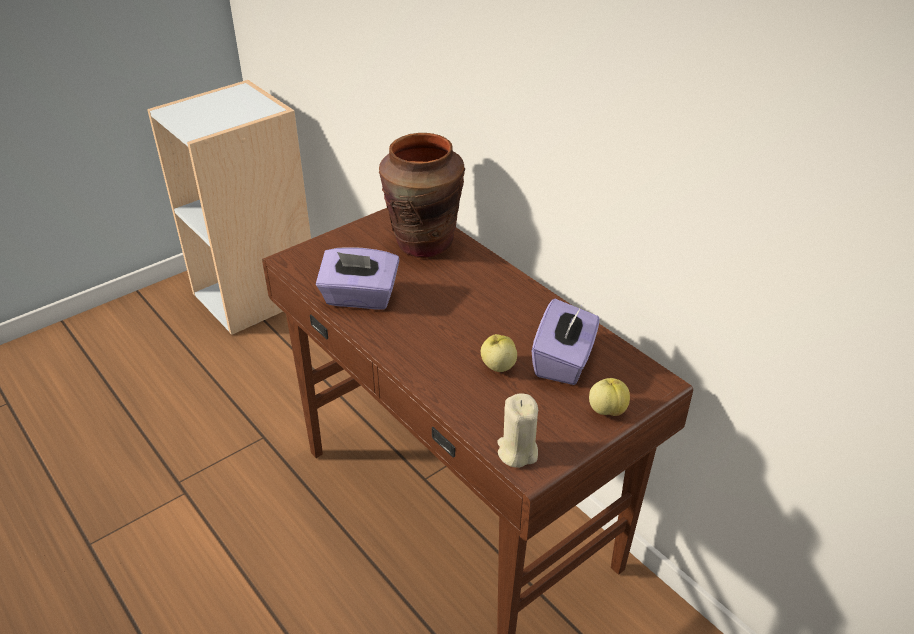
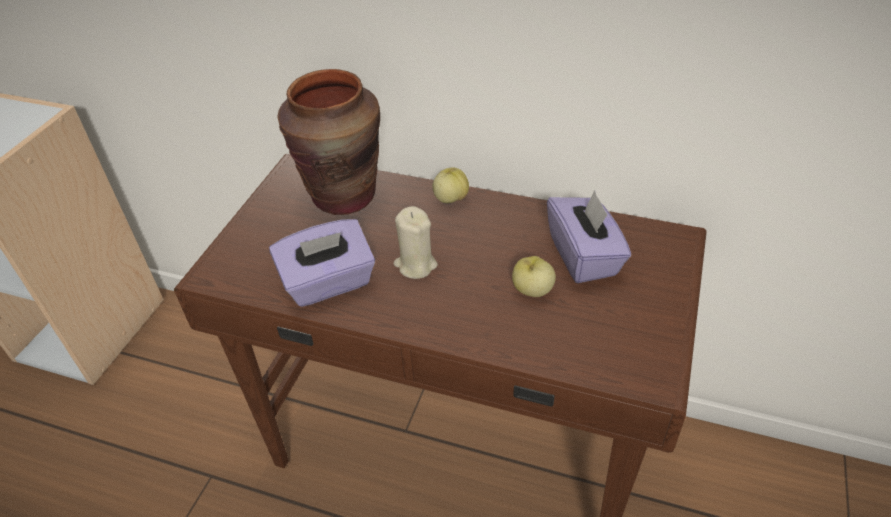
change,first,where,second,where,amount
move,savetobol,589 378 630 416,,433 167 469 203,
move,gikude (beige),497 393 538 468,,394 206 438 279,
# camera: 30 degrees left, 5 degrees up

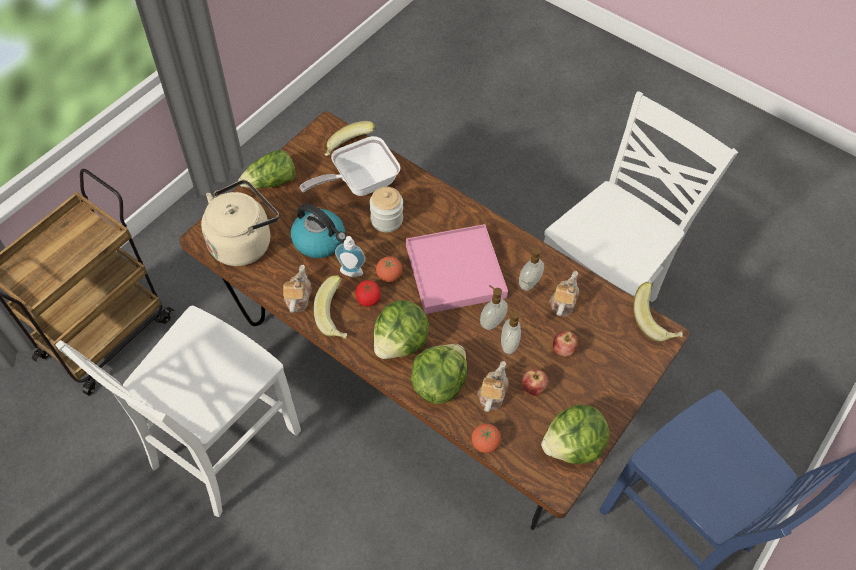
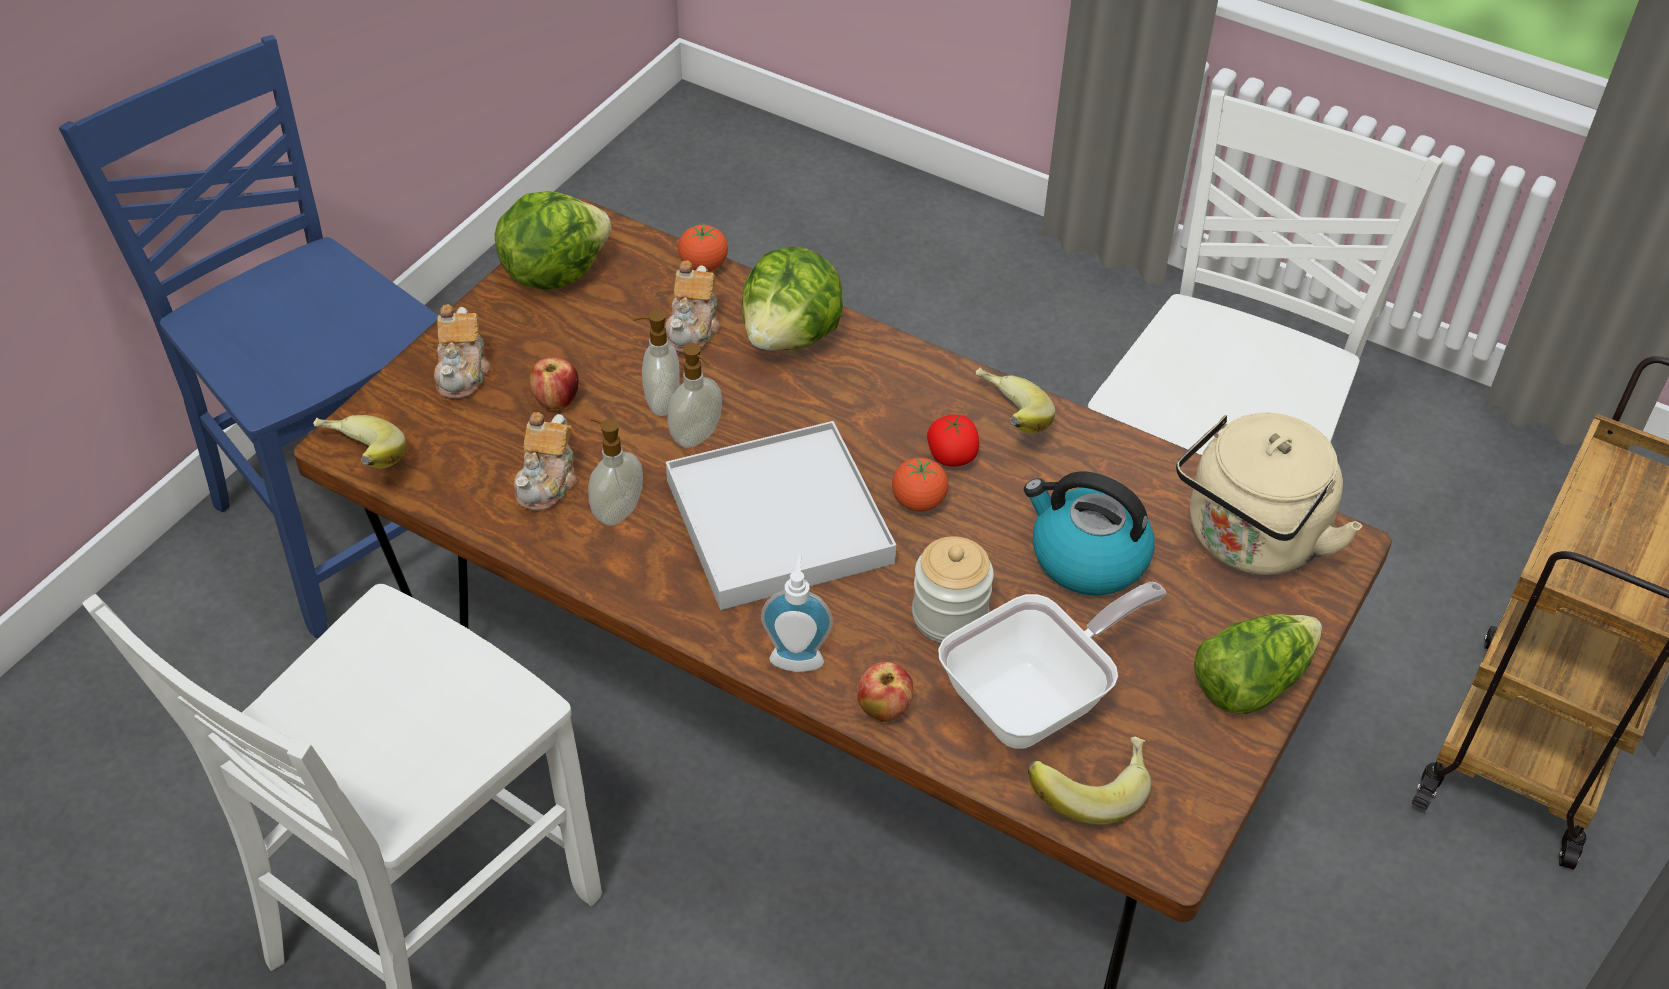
change,first,where,second,where,amount
recolor,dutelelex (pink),406 224 508 314,dutelelex (white),666 421 896 610,
move,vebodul,335 236 366 277,,761 555 833 672,
move,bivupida,283 265 312 313,,434 304 490 399,
delete,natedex,373 300 429 359,,,
move,savetobol,522 369 548 396,,857 662 913 722,
# camera: 175 degrees right, 10 degrees down

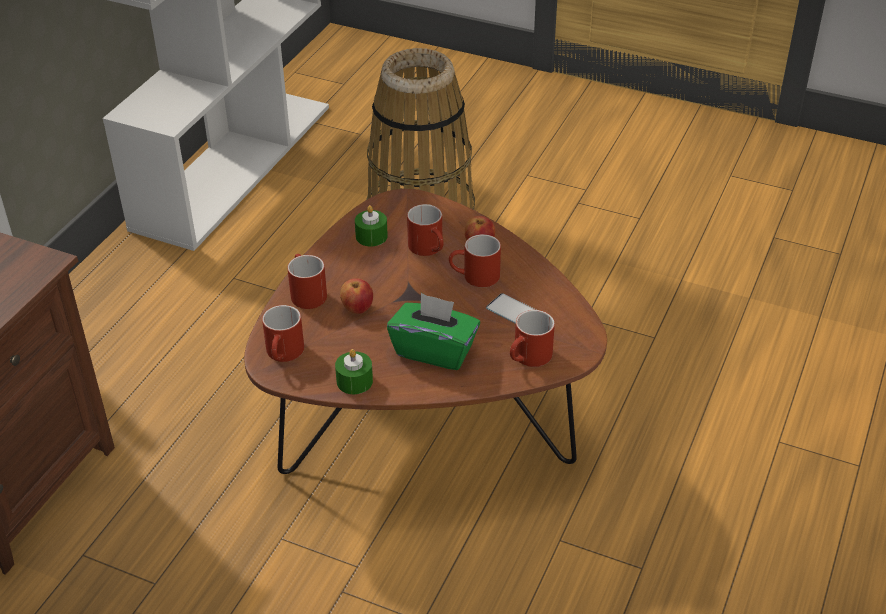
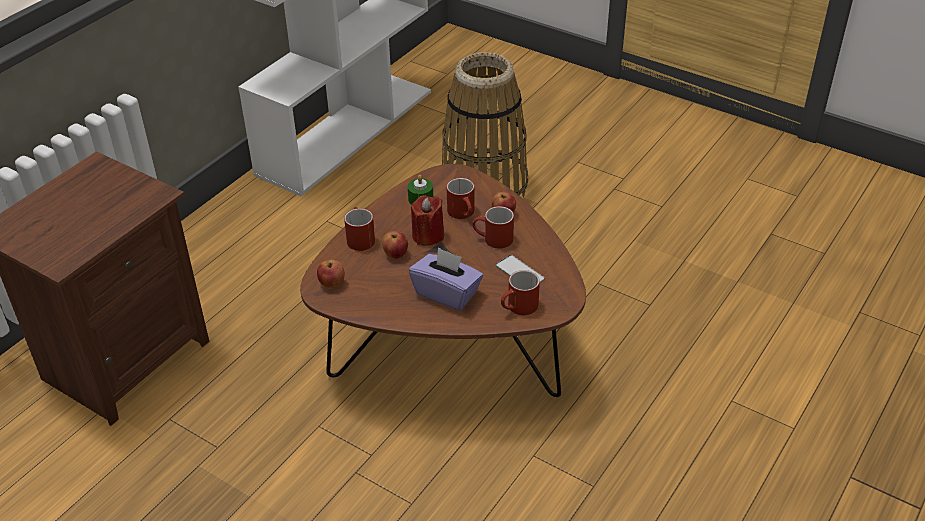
change,first,where,second,where,amount
recolor,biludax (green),387 293 480 370,biludax (purple),409 247 483 311,
replace,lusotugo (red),262 305 304 362,savetobol,317 260 345 288,
delete,gikude (green),335 349 373 394,,,
insert,,,gikude (red),411 195 444 246,
# camera: 10 degrees right, 0 degrees up

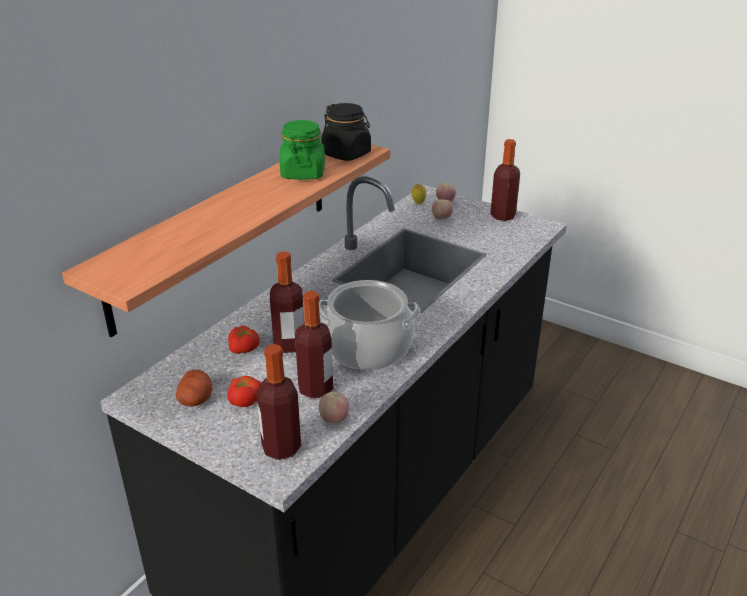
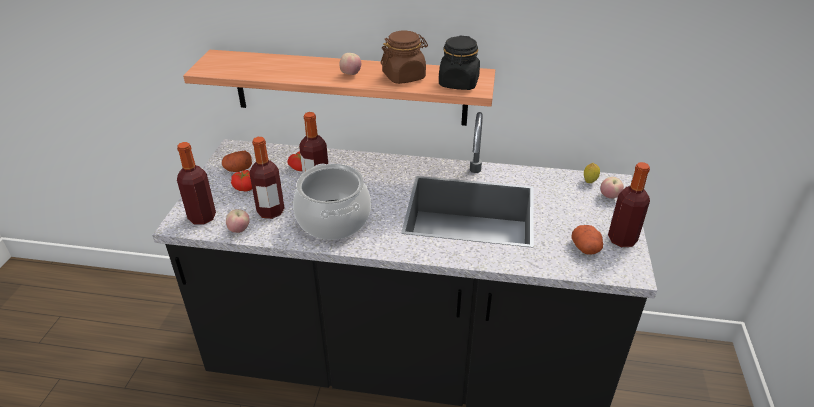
change,first,where,second,where,amount
recolor,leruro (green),280 120 325 180,leruro (brown),381 31 428 84,
move,savetobol,432 199 453 220,,339 53 361 75,
insert,,,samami,571 225 603 255,
# camera: 65 degrees right, 5 degrees up

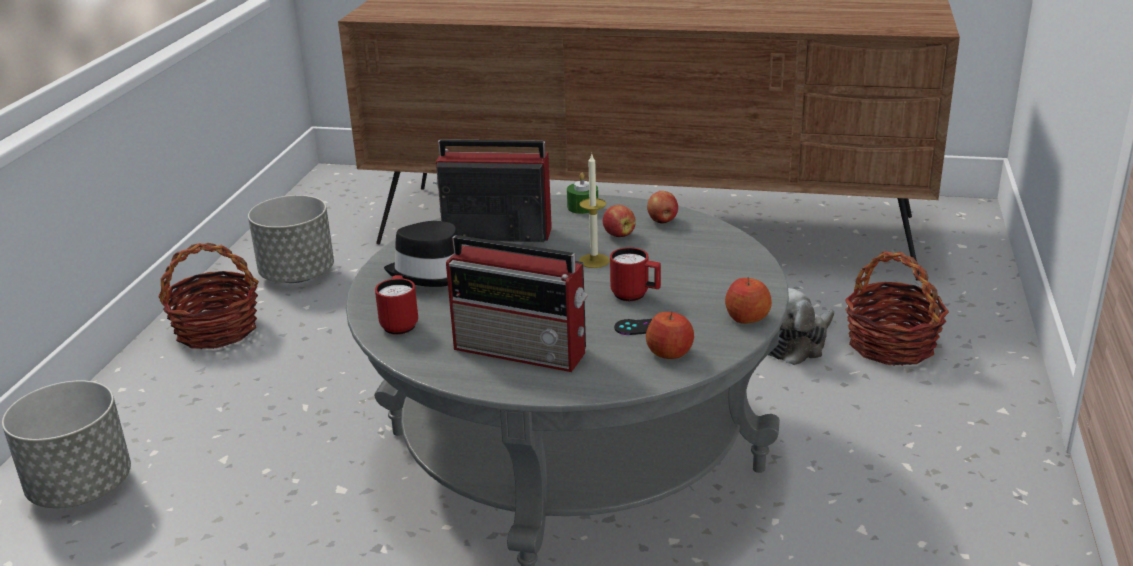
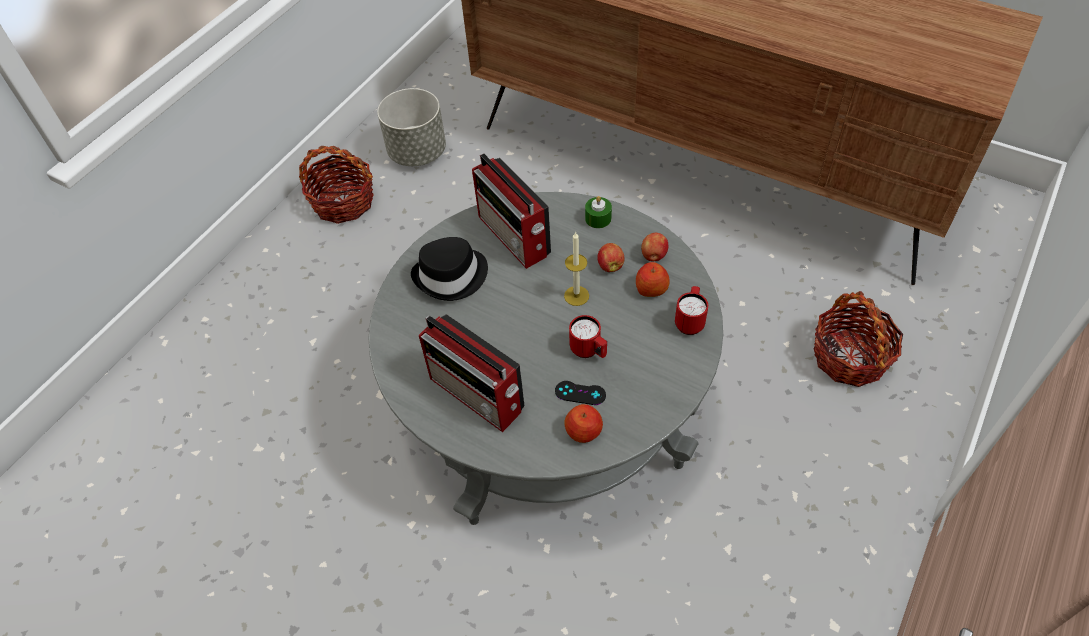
change,first,where,second,where,amount
rotate,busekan,433 139 552 243,,472 153 551 269,150 degrees counterclockwise
move,lusotugo (red),375 275 418 335,,675 286 708 335,
move,savetobol,725 277 772 324,,636 262 670 297,
delete,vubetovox,768 288 834 365,,,
delete,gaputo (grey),2 380 131 508,,,
# camera: 20 degrees right, 25 degrees up

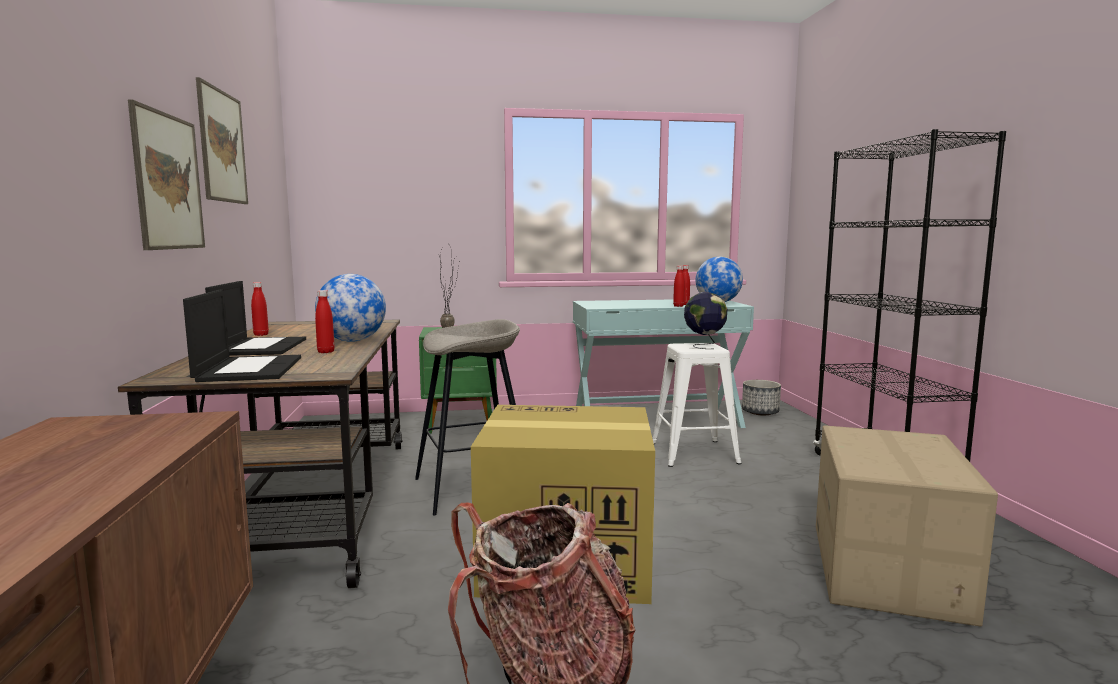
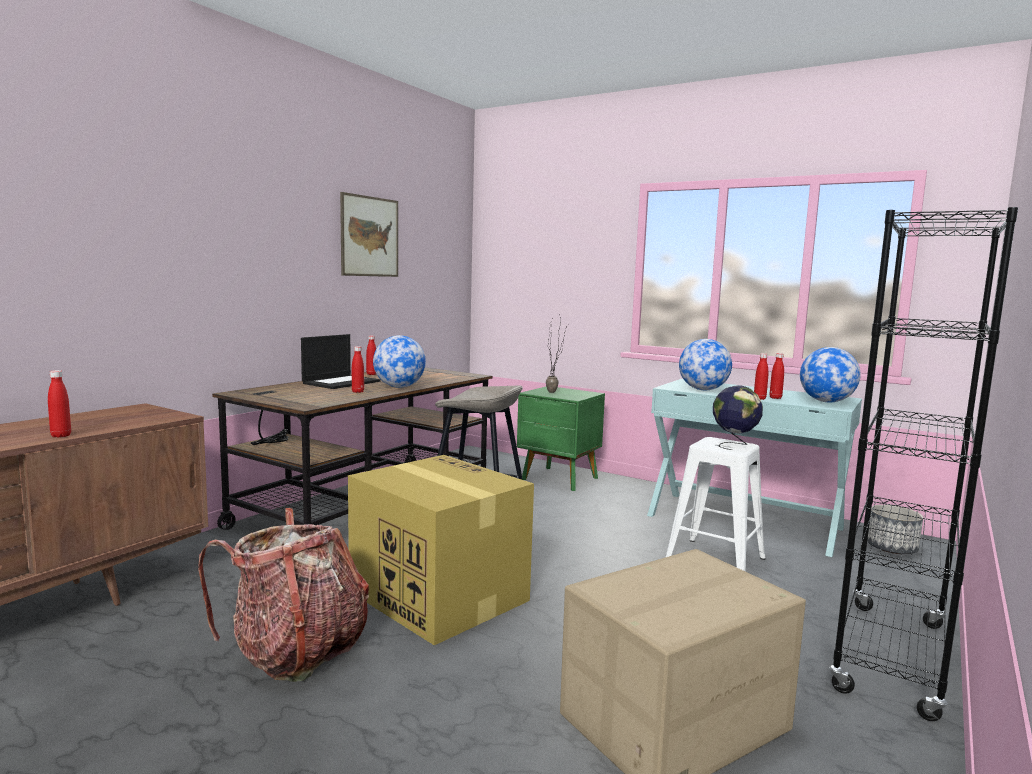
change,first,where,second,where,amount
delete,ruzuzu,128 99 205 250,,,
delete,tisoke,183 289 301 382,,,
insert,,,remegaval,679 339 732 390,
insert,,,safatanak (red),48 370 71 438,
# camera: 40 degrees right, 0 degrees up

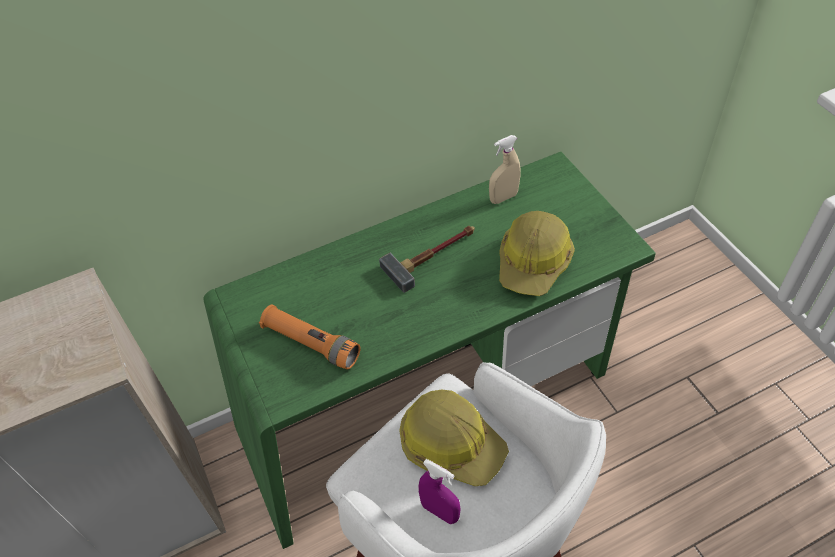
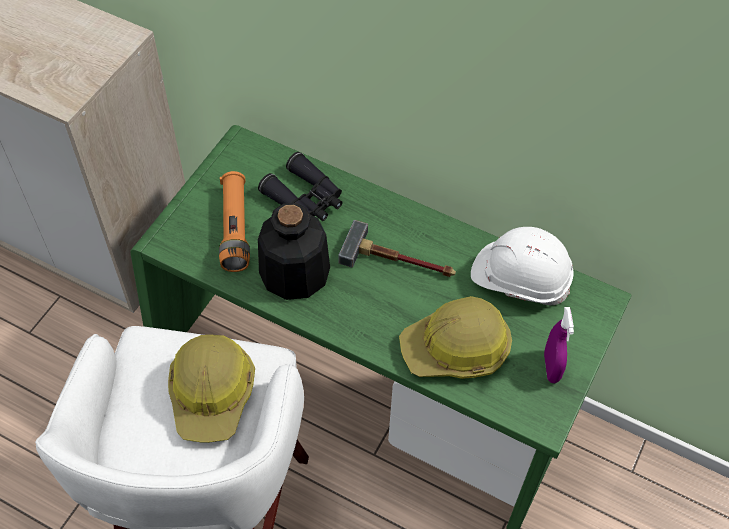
change,first,where,second,where,amount
replace,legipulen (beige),489 135 520 204,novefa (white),471 227 574 305,
move,legipulen (purple),419 459 461 524,,544 307 574 383,
insert,,,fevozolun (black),258 152 343 221,
insert,,,safatanak,258 203 330 300,
# camera: 50 degrees right, 5 degrees up

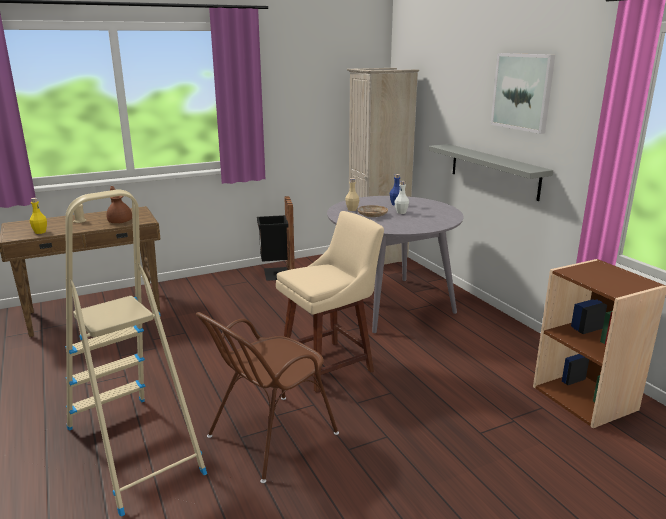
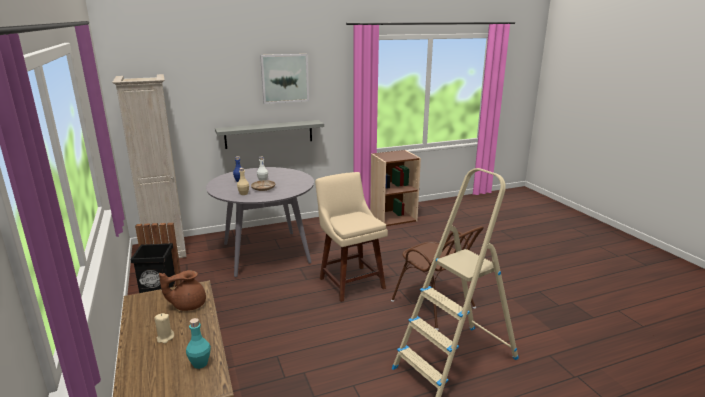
change,first,where,second,where,amount
recolor,safatanak (yellow),30 198 47 234,safatanak (turquoise),186 318 211 369,
# camera: 85 degrees left, 0 degrees up

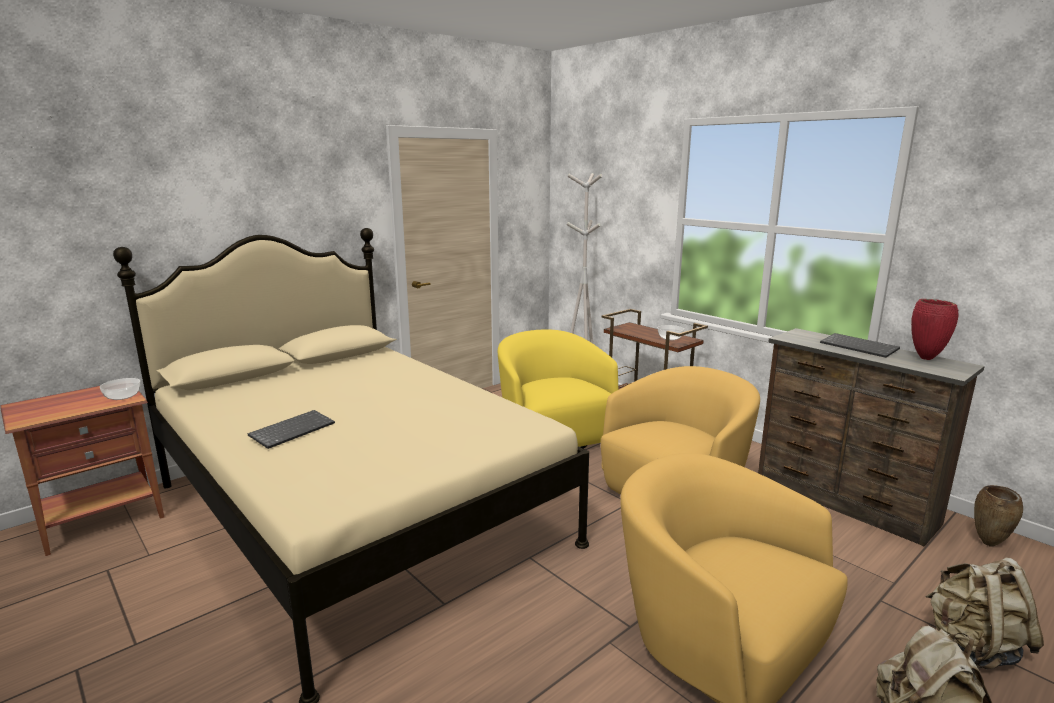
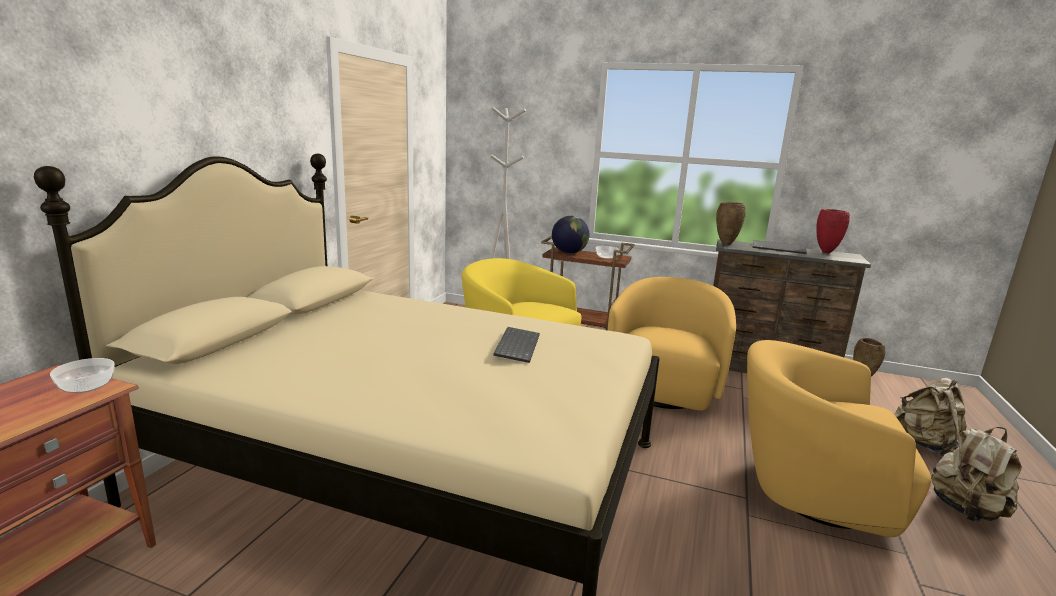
change,first,where,second,where,amount
move,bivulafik,248 410 335 449,,493 327 540 363,
insert,,,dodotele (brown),716 202 746 245,
insert,,,remegaval,552 216 589 254,
# camera: 30 degrees left, 0 degrees up

